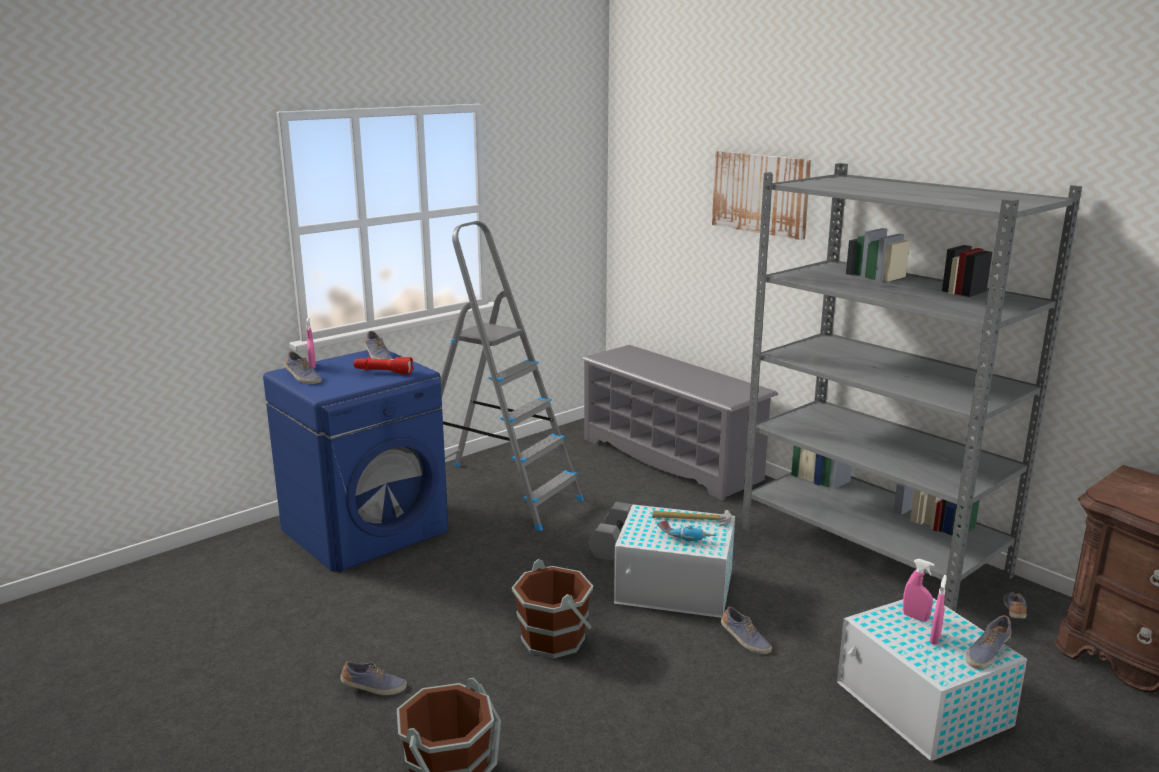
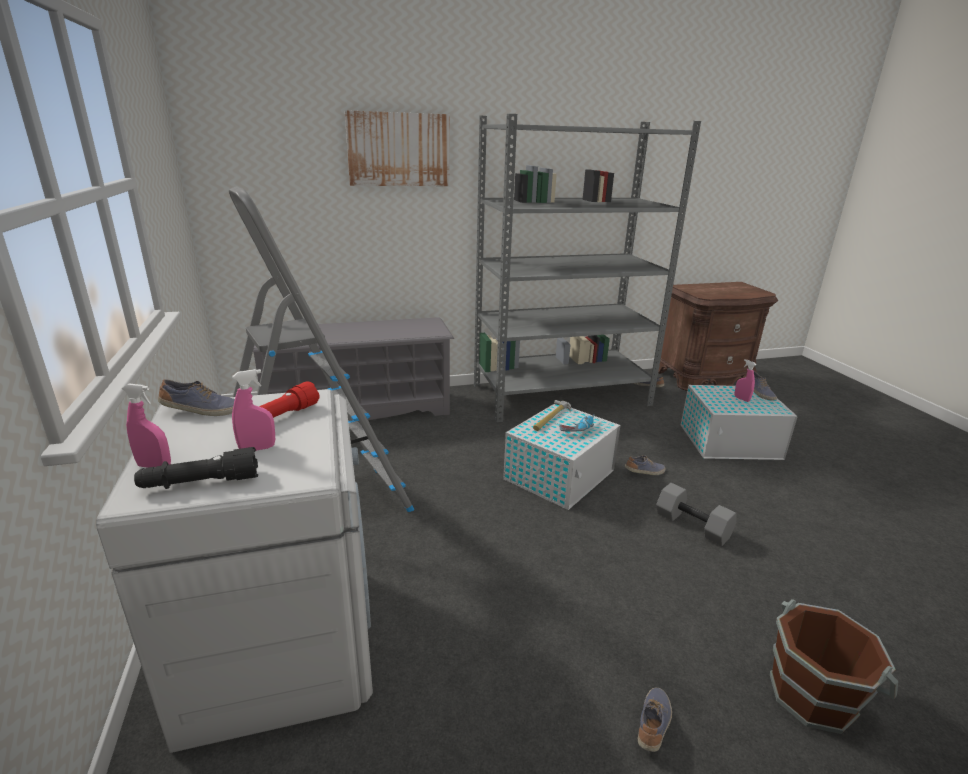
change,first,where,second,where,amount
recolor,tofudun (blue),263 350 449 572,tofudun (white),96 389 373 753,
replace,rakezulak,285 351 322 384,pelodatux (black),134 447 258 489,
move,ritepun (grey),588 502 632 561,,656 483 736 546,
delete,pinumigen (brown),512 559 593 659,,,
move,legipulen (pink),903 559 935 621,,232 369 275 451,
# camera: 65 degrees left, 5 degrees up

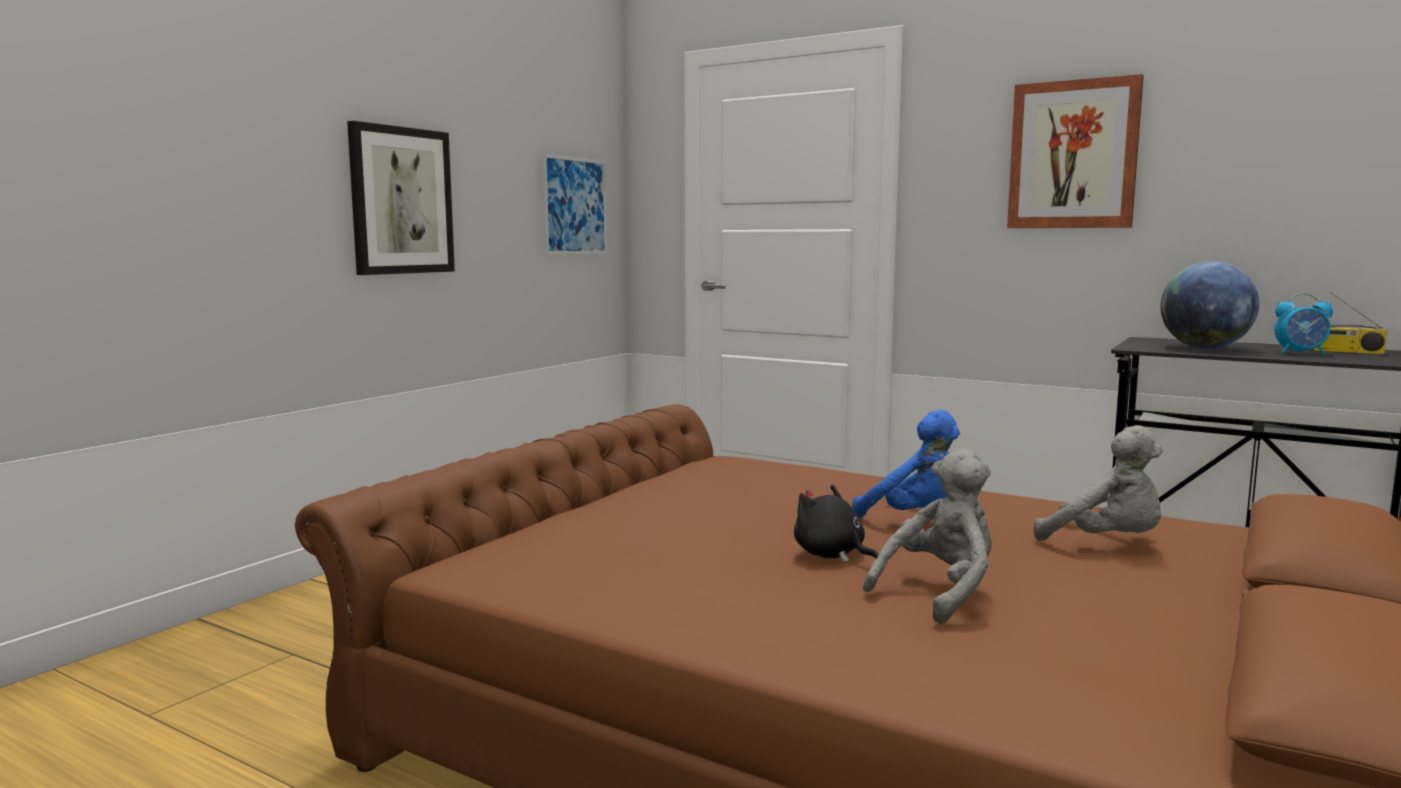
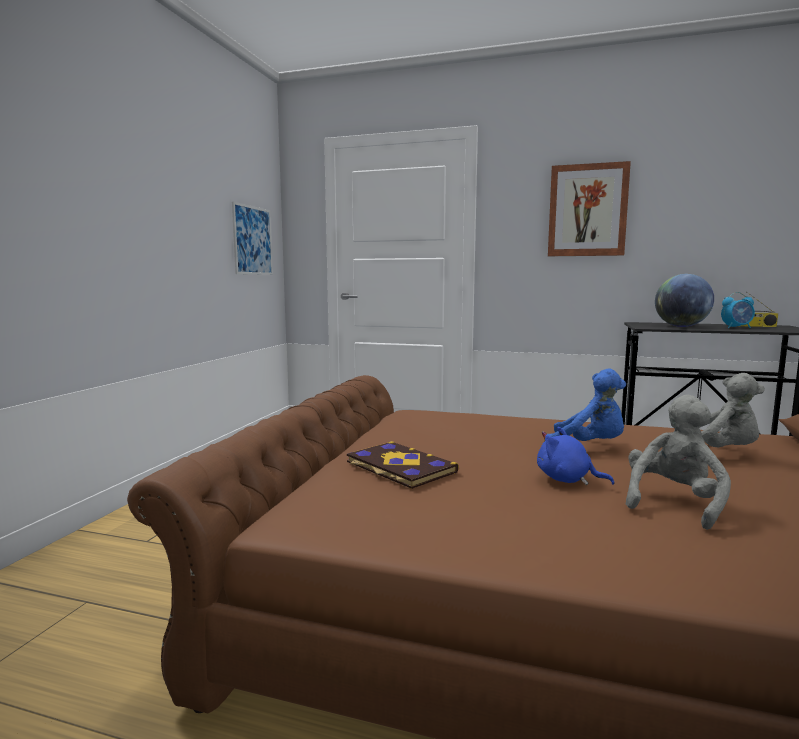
change,first,where,second,where,amount
delete,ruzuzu,347 121 455 275,,,
recolor,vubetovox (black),794 485 879 563,vubetovox (blue),537 427 614 485,
insert,,,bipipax,347 441 459 489,
# camera: 15 degrees left, 0 degrees up

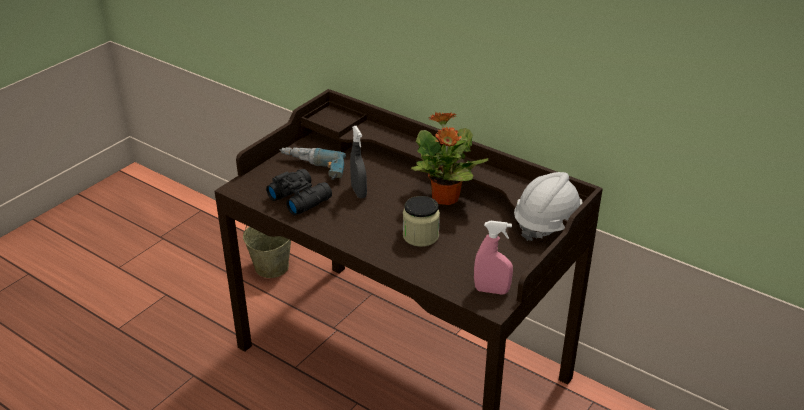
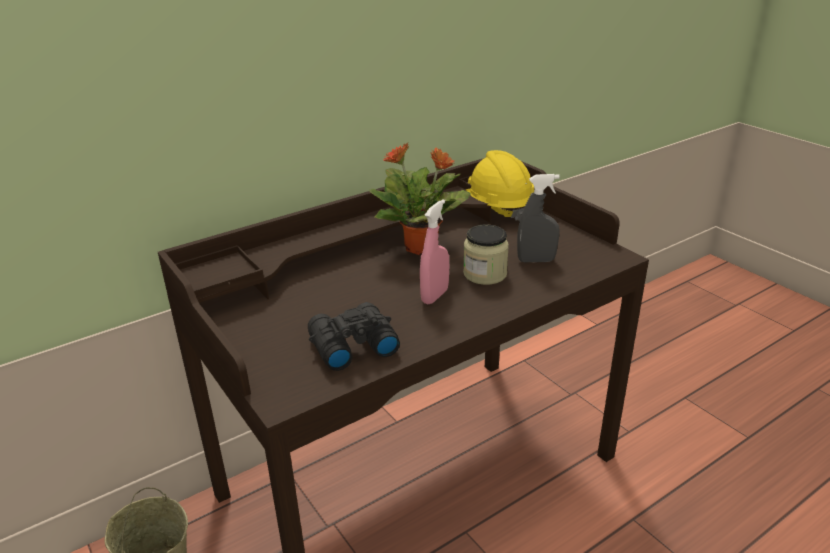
change,first,where,second,where,amount
move,legipulen (grey),350 126 367 198,,517 174 560 262,
delete,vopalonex,279 147 346 180,,,
recolor,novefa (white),514 172 582 241,novefa (yellow),465 150 534 222,
move,legipulen (pink),474 221 513 294,,420 199 449 304,
# camera: 70 degrees left, 5 degrees down

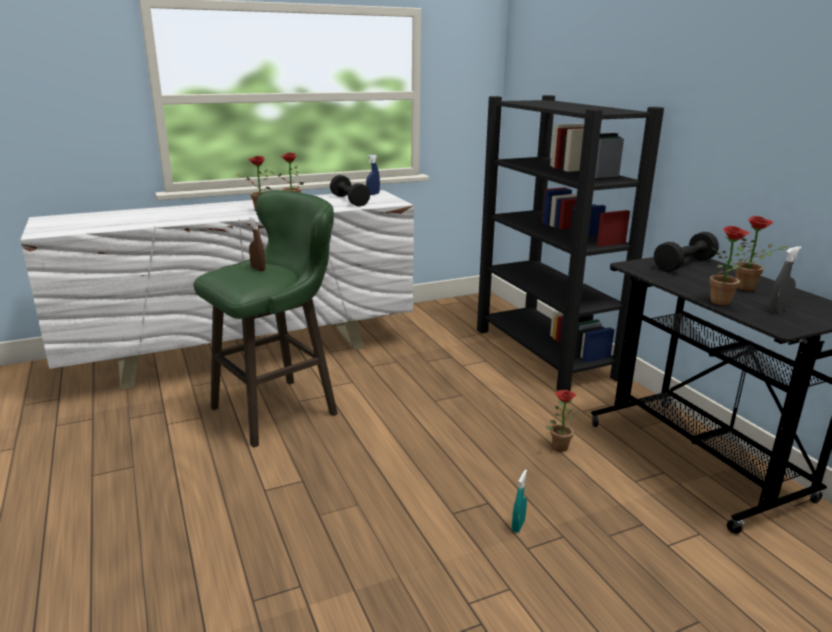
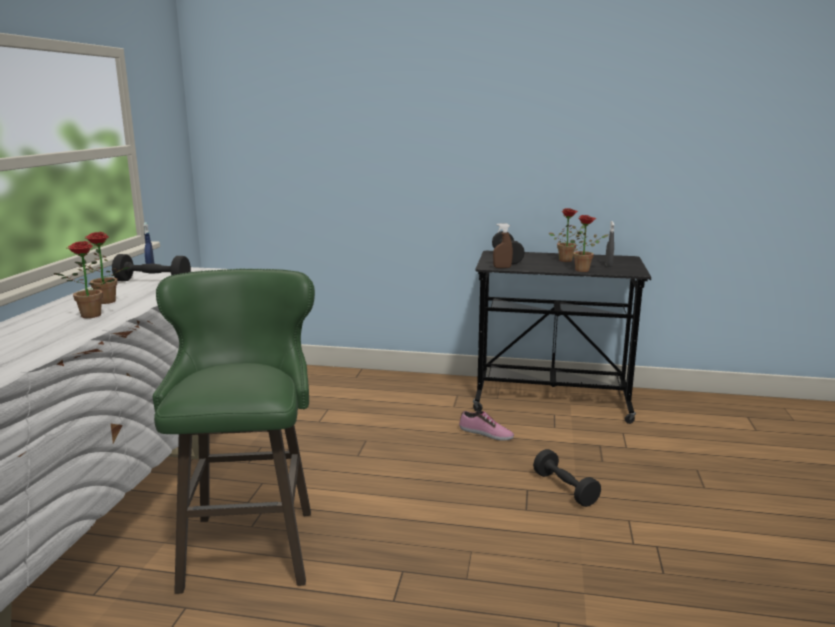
change,first,where,second,where,amount
delete,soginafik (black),477 95 664 391,,,
move,legipulen (brown),249 217 265 272,,493 223 513 268,
replace,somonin,546 390 579 452,rakezulak,459 411 514 441,
replace,legipulen (turquoise),512 469 527 533,ritepun (black),533 449 601 507,
# camera: 55 degrees left, 5 degrees down

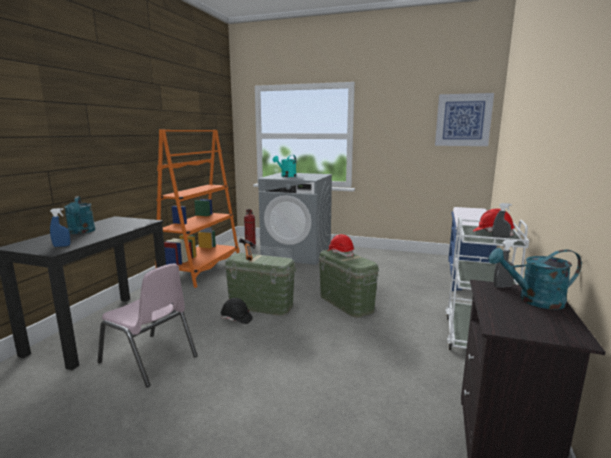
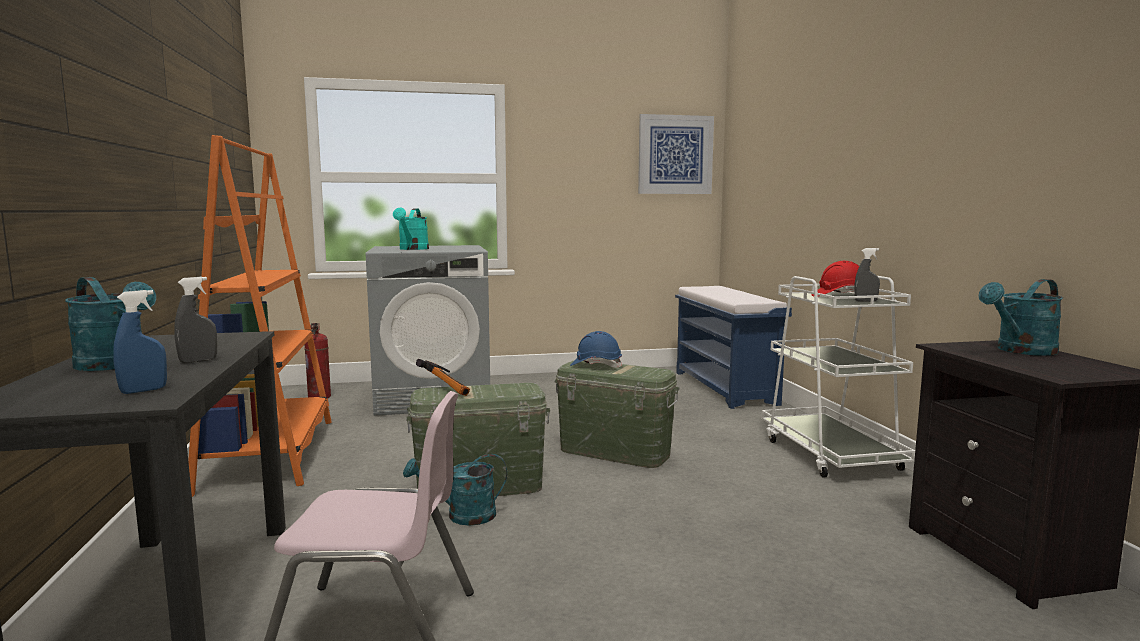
change,first,where,second,where,amount
recolor,novefa (red),327 234 354 257,novefa (blue),570 331 623 368,
move,legipulen (grey),494 240 517 288,,174 277 217 363,
replace,novefa (black),221 298 253 324,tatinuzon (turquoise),403 454 507 526,
# camera: 30 degrees left, 5 degrees down

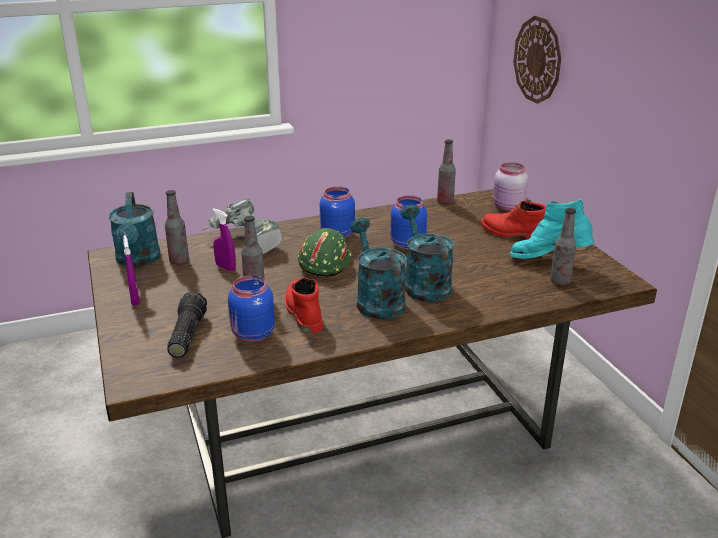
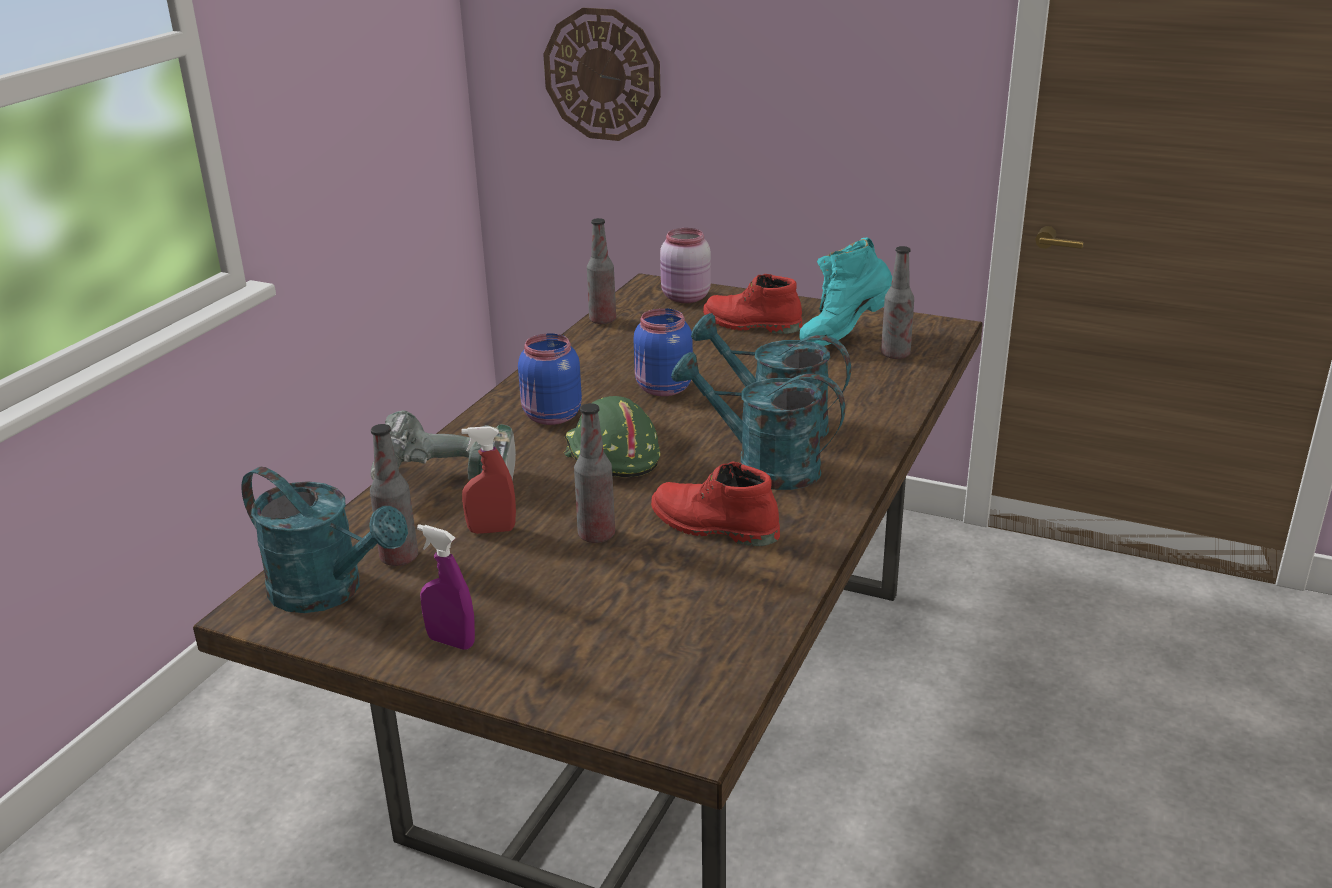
change,first,where,second,where,amount
rotate,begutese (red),481 201 546 239,,703 274 802 334,45 degrees clockwise
recolor,legipulen (purple),213 209 236 272,legipulen (red),462 426 516 534,
delete,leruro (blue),228 275 275 342,,,
delete,pelodatux,167 292 207 358,,,
# camera: 45 degrees left, 0 degrees up

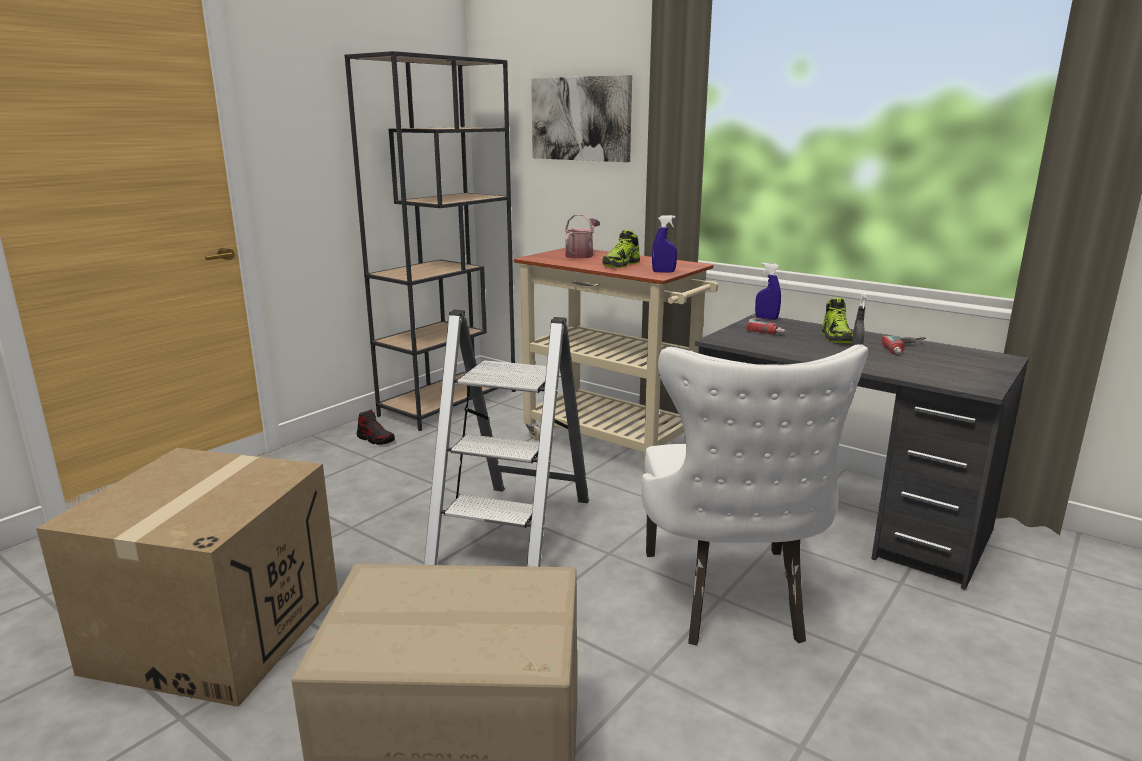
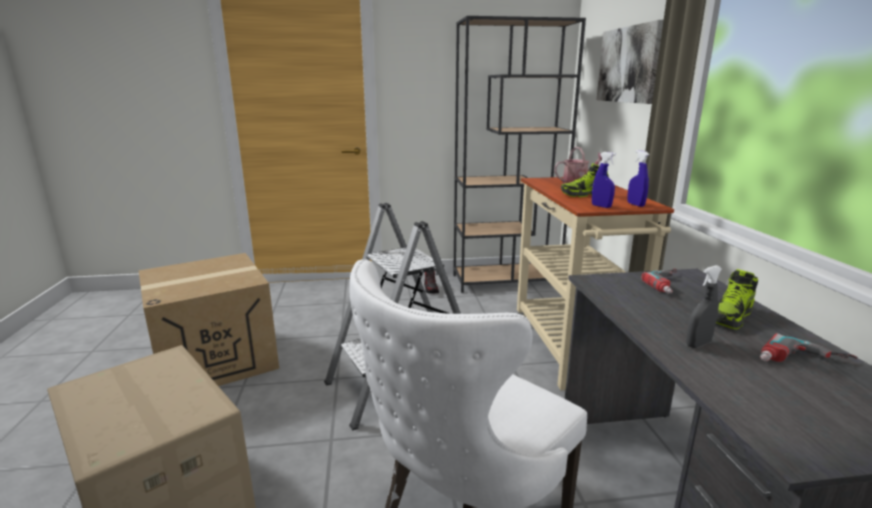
change,first,where,second,where,amount
move,legipulen (blue),755 263 781 320,,627 150 649 207,
# camera: 45 degrees right, 0 degrees up

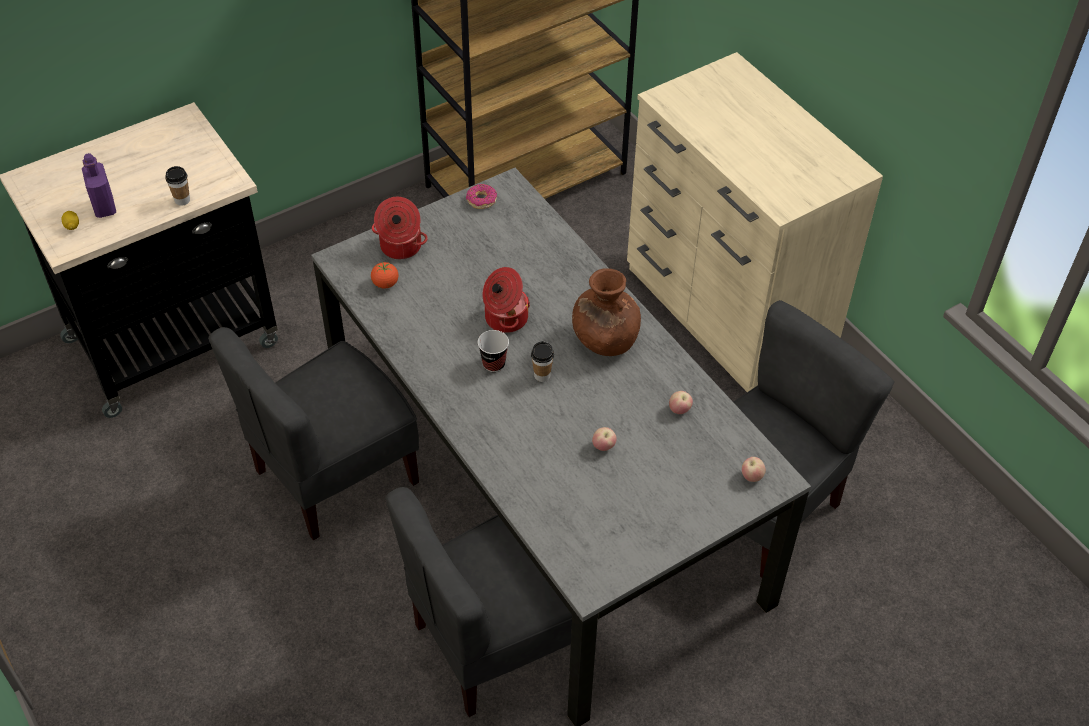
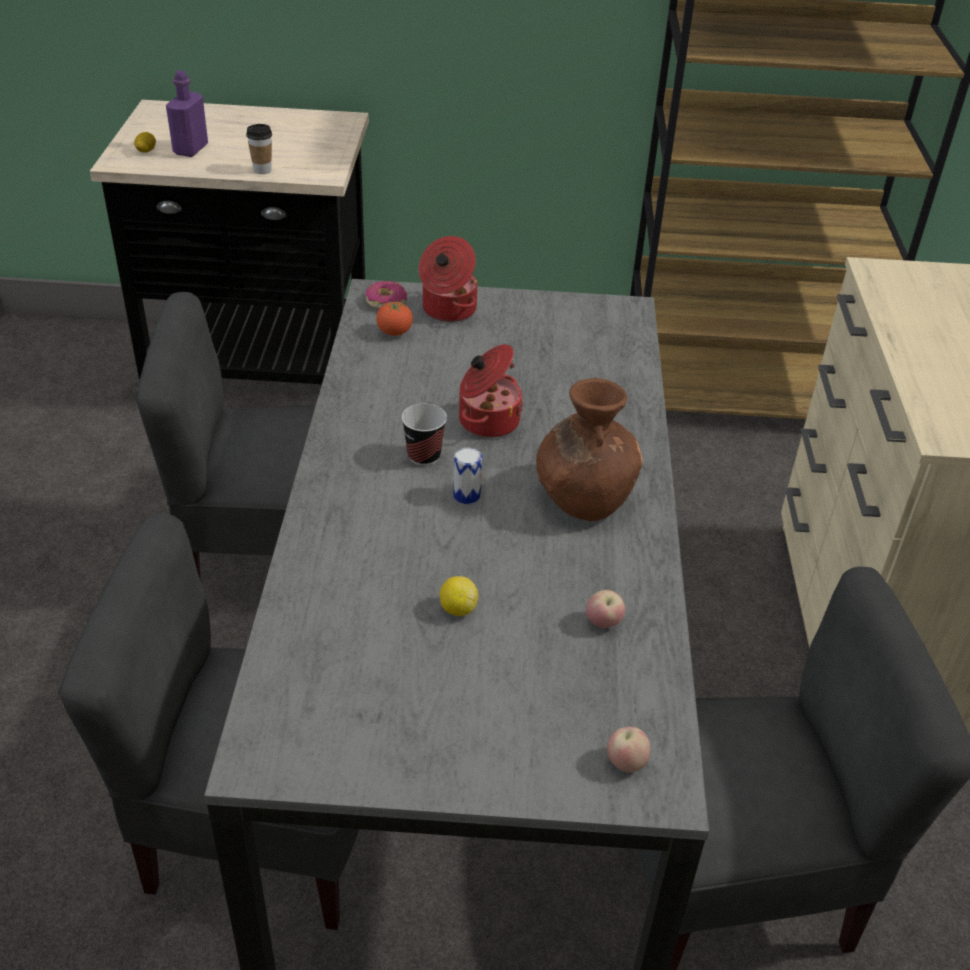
change,first,where,second,where,amount
move,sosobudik,466 184 497 209,,365 281 407 309,
replace,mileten,531 341 554 382,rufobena,453 448 482 504,
replace,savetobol,592 427 617 451,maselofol,440 576 478 616,
# camera: 35 degrees right, 10 degrees down

